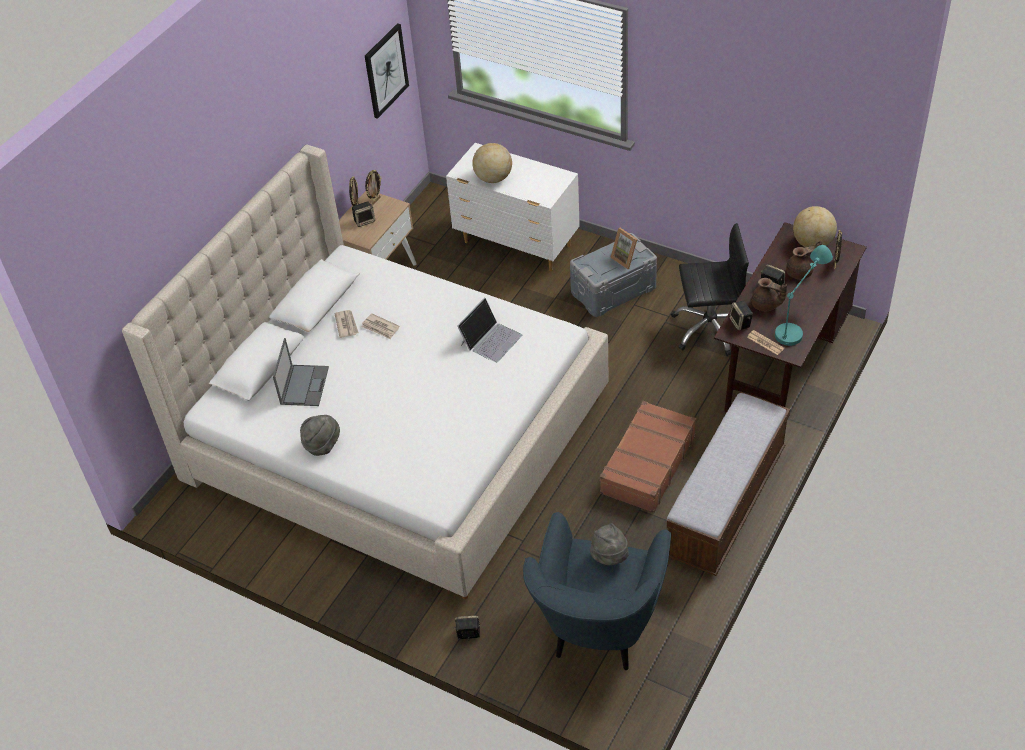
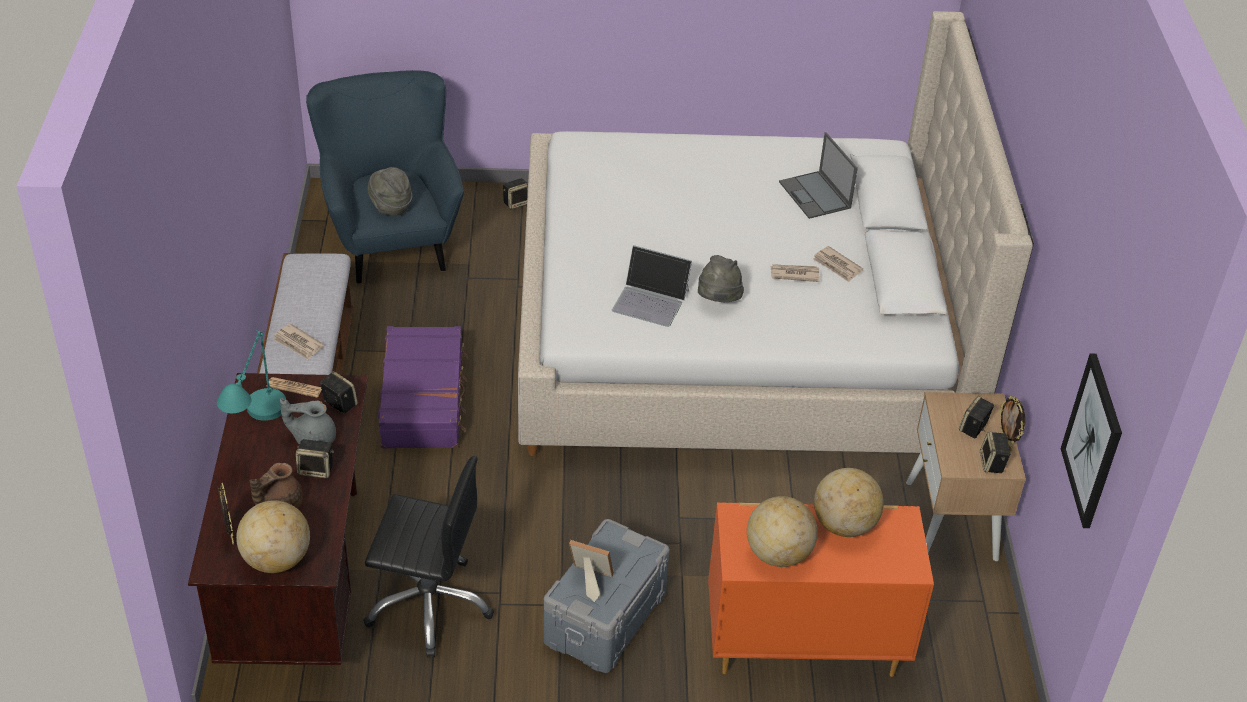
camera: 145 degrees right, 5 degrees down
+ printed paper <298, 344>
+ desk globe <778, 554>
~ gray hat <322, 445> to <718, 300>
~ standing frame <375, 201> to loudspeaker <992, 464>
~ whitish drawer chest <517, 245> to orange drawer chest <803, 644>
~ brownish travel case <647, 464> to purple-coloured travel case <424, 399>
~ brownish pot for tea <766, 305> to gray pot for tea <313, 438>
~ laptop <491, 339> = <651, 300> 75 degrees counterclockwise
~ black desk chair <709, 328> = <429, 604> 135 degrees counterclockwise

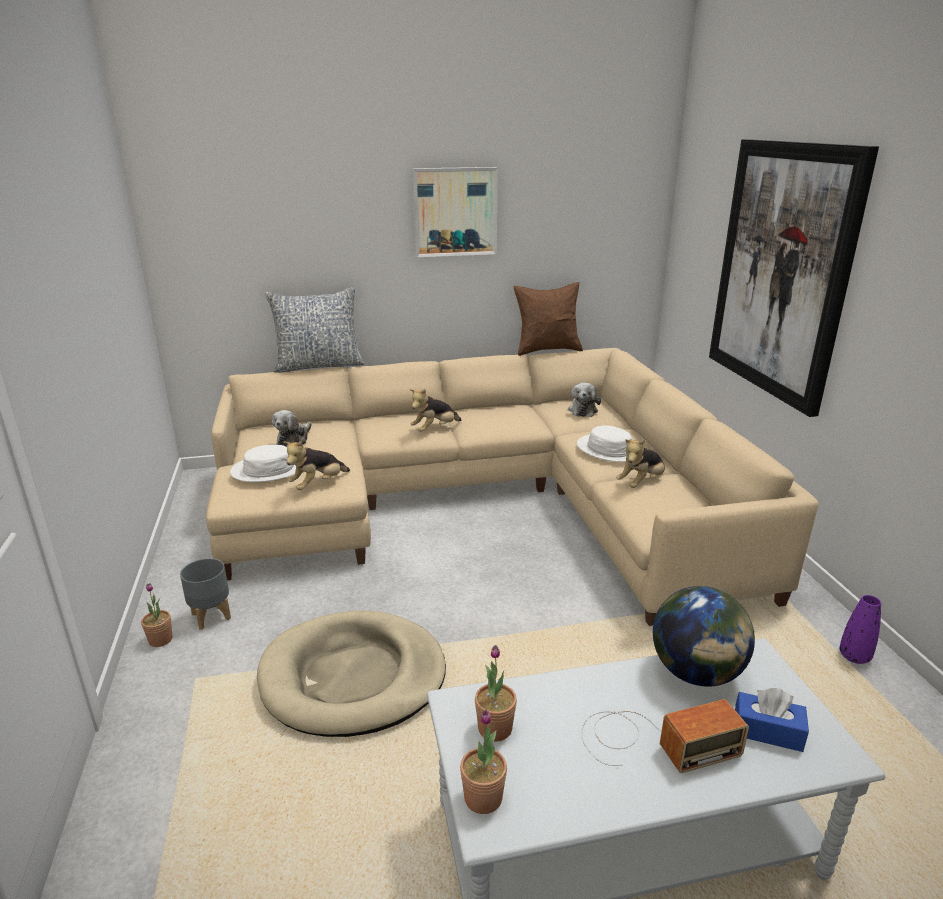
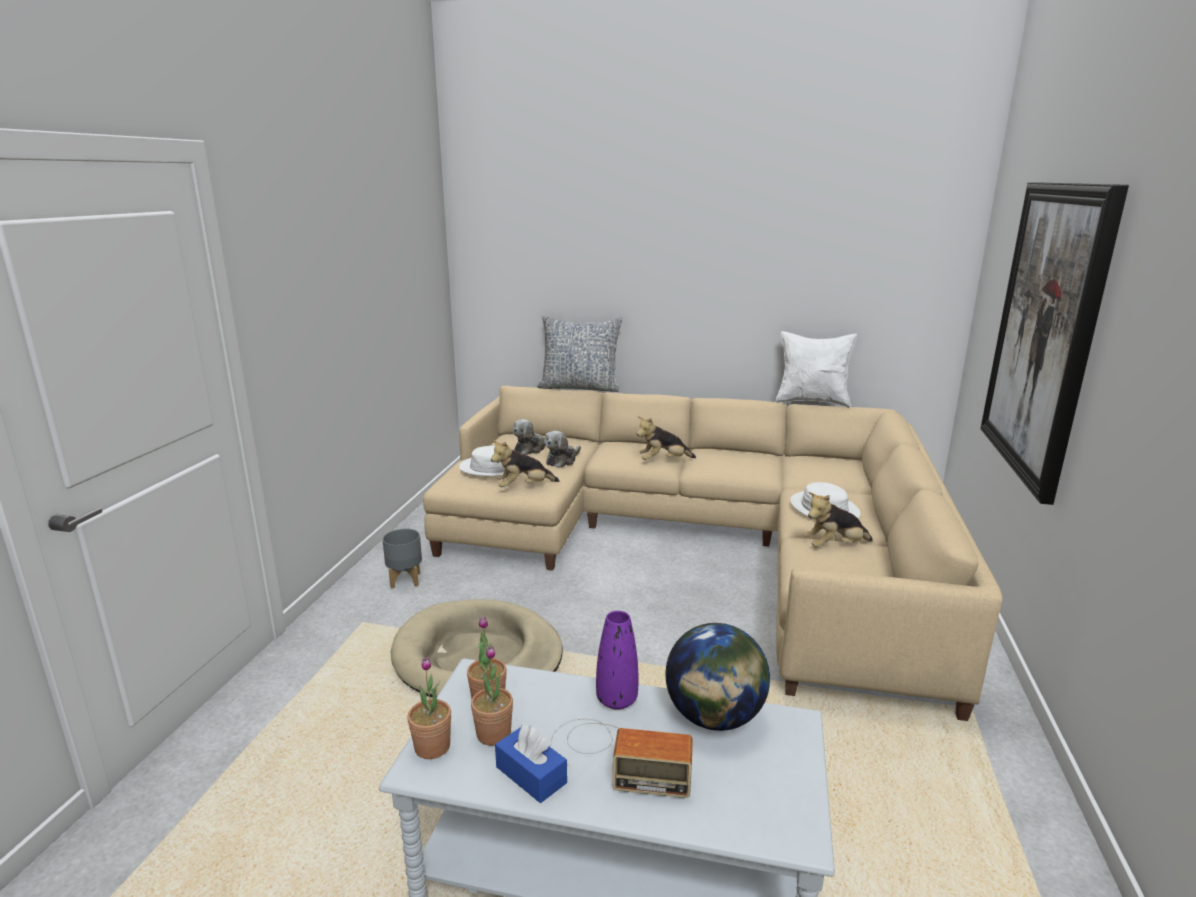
camera: 25 degrees right, 5 degrees down
- picture <455, 212>
~ plant in a pot <160, 640> to <493, 734>
~ cuddly toy <583, 410> to <562, 460>
~ blue box of tissues <767, 731> to <531, 775>
~ purple-coloured flower vase <854, 656> to <616, 700>
~ brownish pillow <547, 350> to whitish pillow <812, 402>

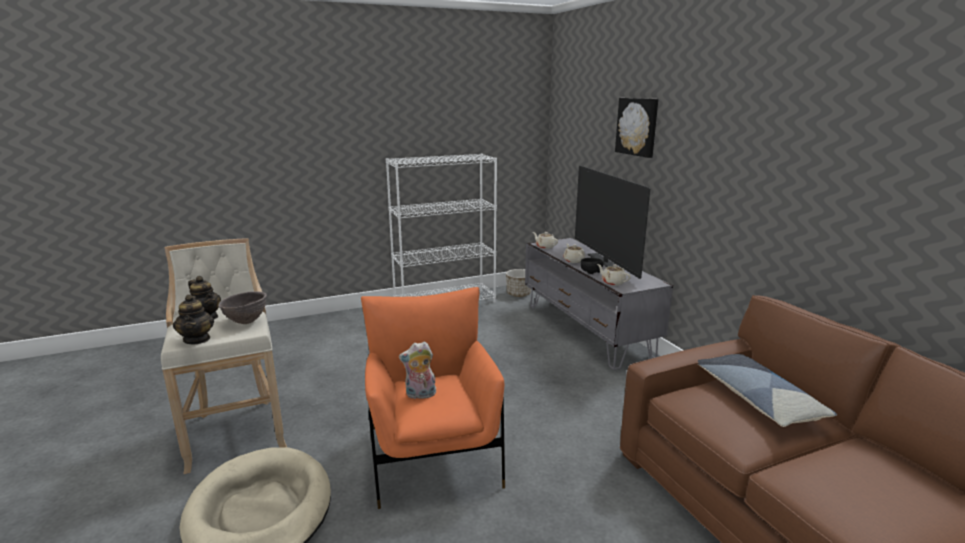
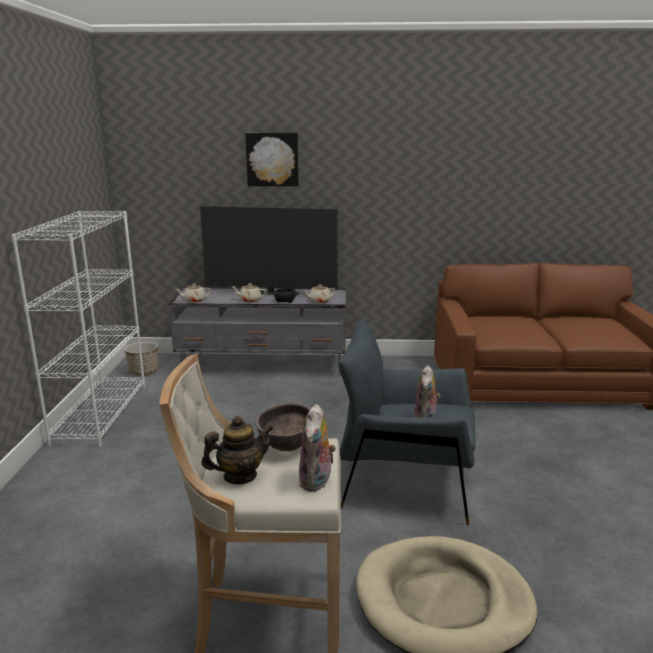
camera: 65 degrees left, 0 degrees up
- pillow <757, 398>
~ pot for tea <197, 339> to cuddly toy <317, 481>
~ orange armchair <433, 454> to gray armchair <405, 482>

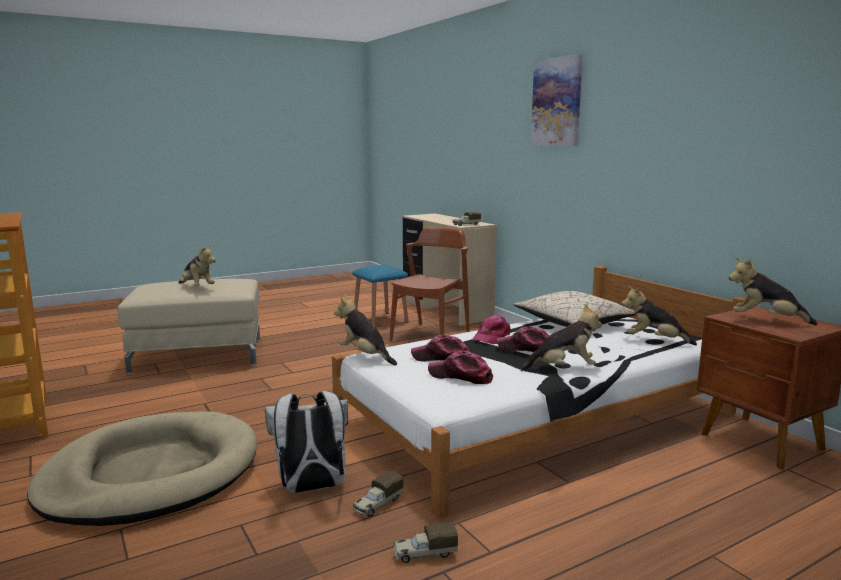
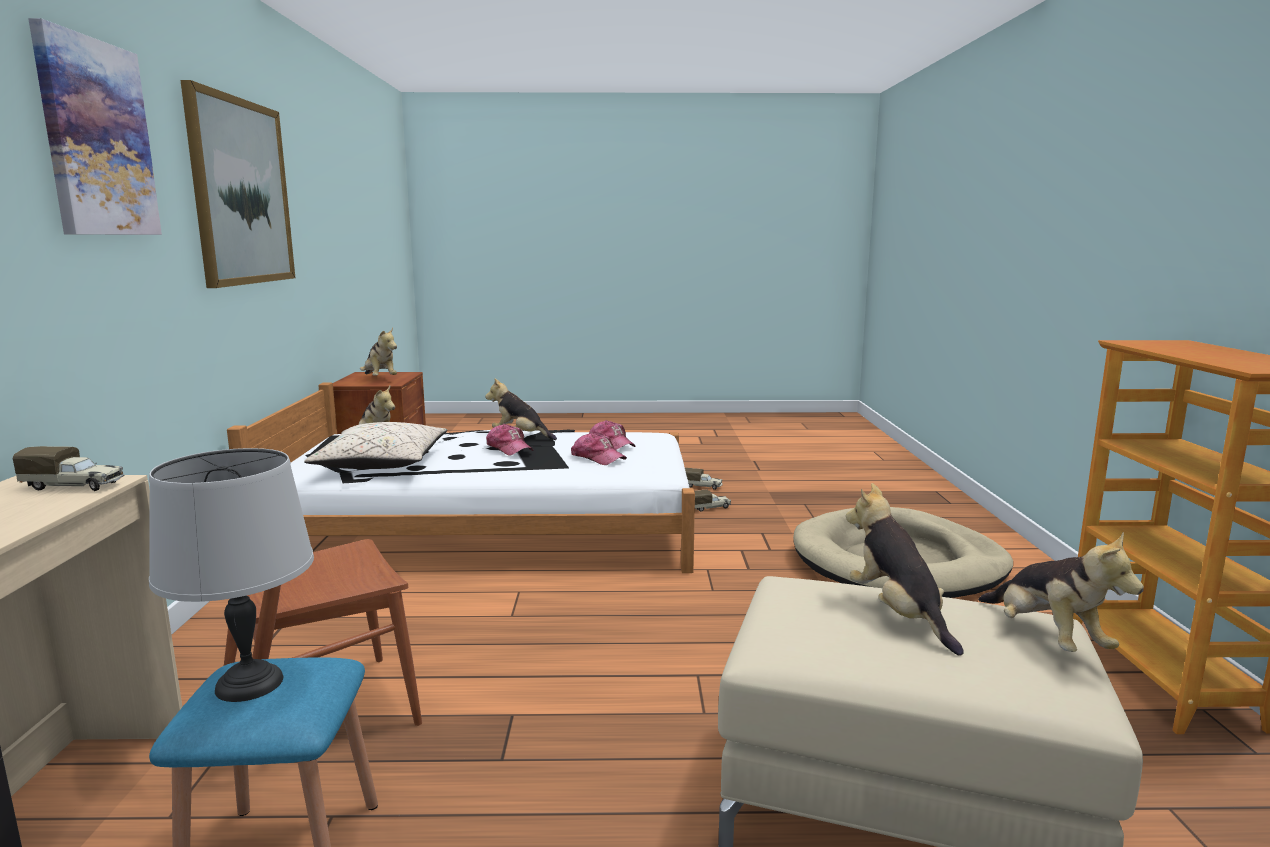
camera: 150 degrees left, 0 degrees up
- whitish backpack <311, 488>
- pink-coloured baseball cap <491, 337>
+ gray tabletop lamp <247, 684>
+ picture <241, 192>
~ cuddly toy <365, 356> to <1046, 638>

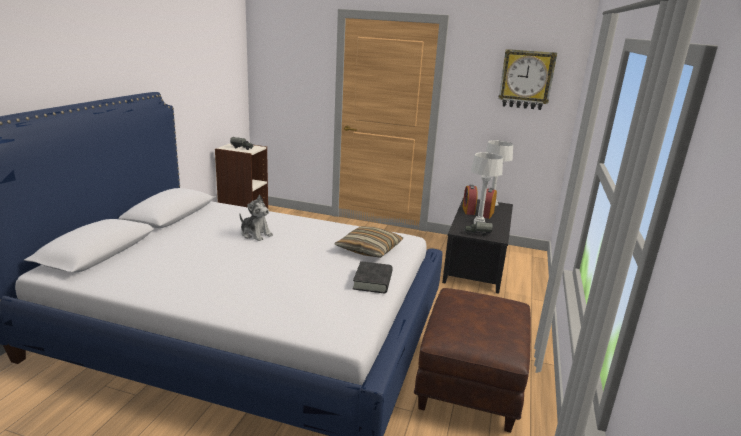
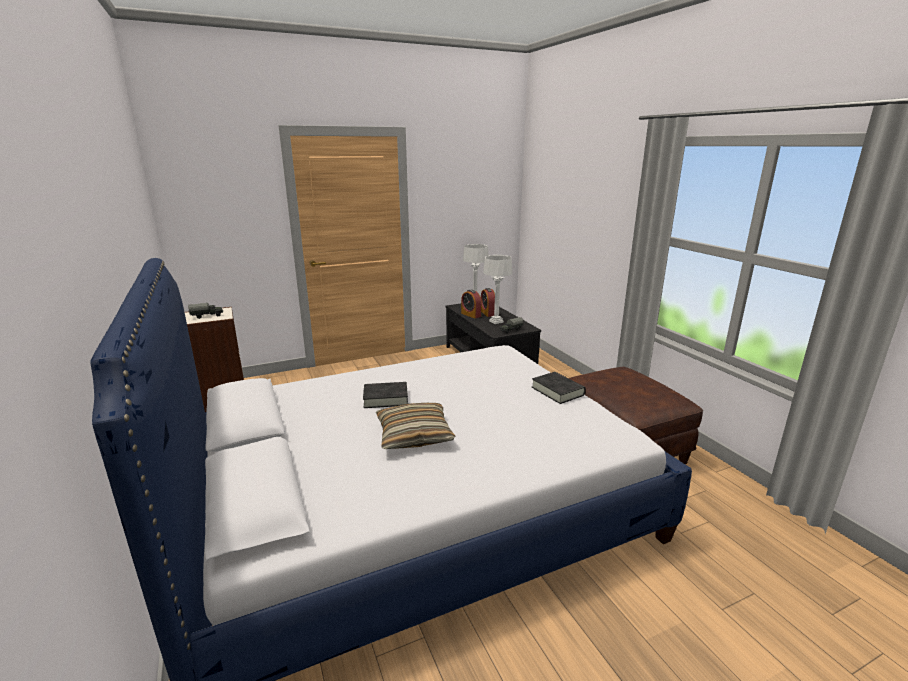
camera: 40 degrees left, 0 degrees up
- wall clock <526, 79>
~ pillow <369, 249> to <414, 435>
~ cuddly toy <255, 234> to black volume <385, 398>

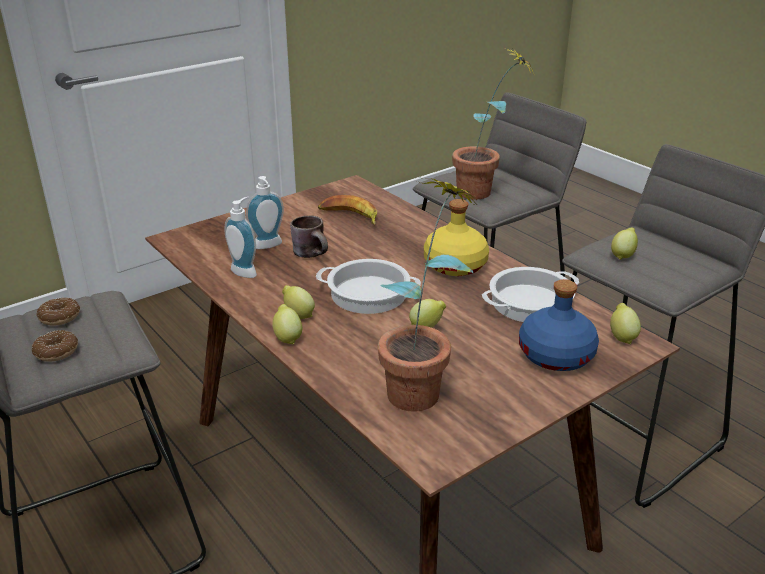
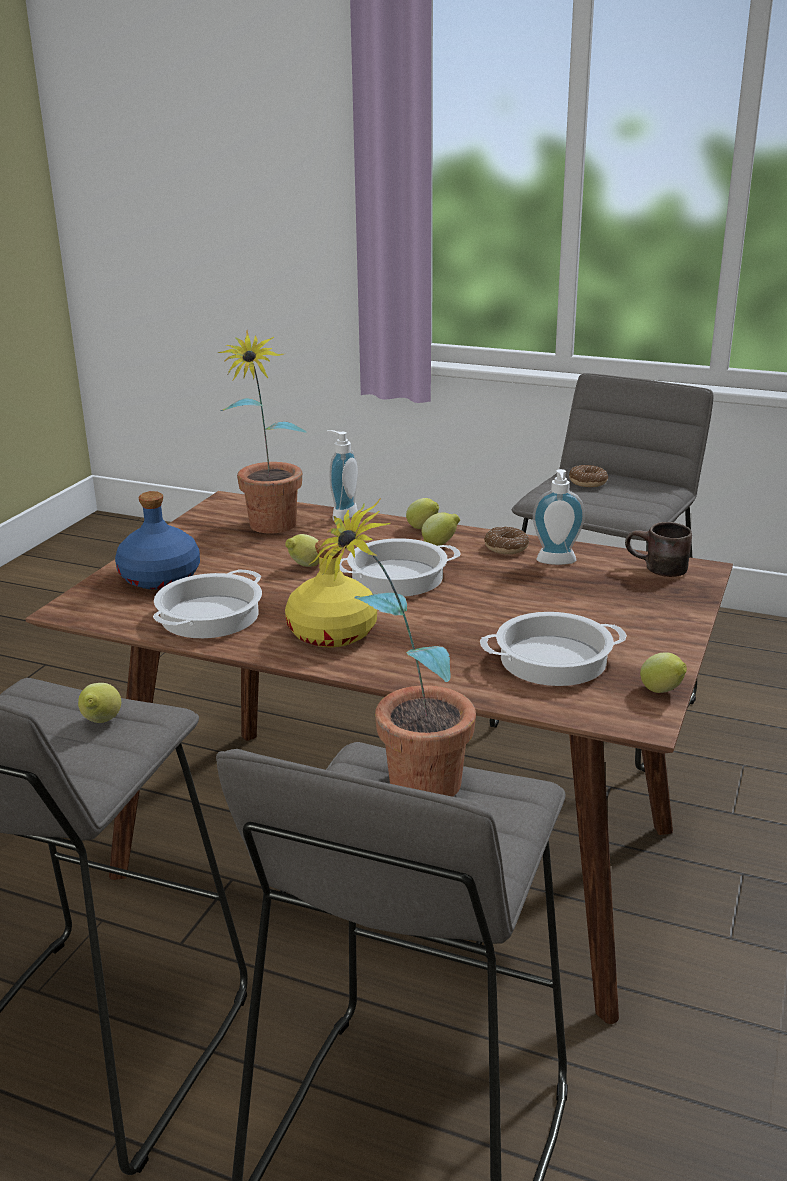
camera: 150 degrees right, 5 degrees down
~ doughnut <60, 317> to <506, 547>
~ soap bottle <269, 246> to <341, 514>
~ brownish mug <314, 253> to <656, 570>
~ citrus fruit <622, 337> to <662, 692>
~ banana <349, 216> to stockpot <553, 659>

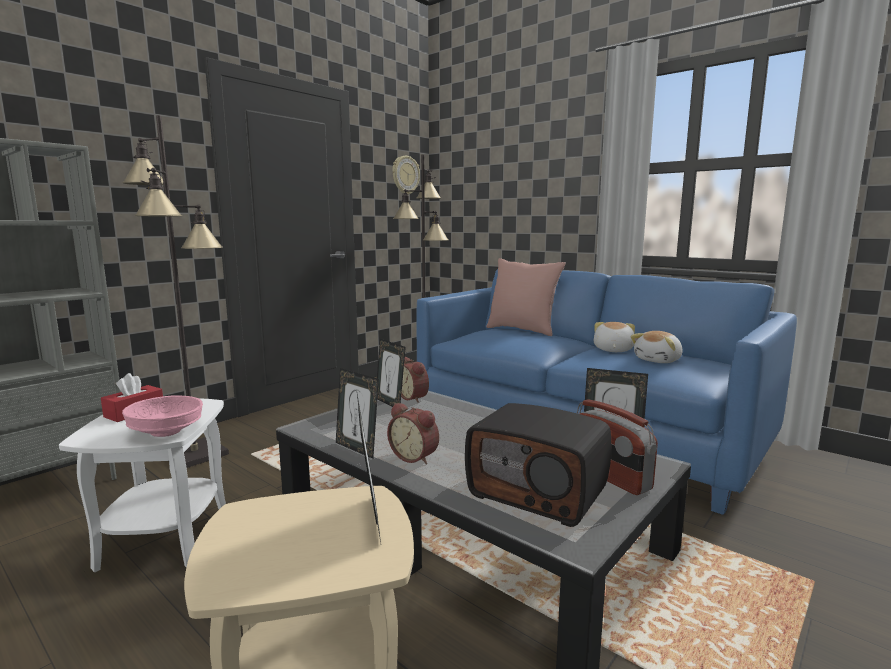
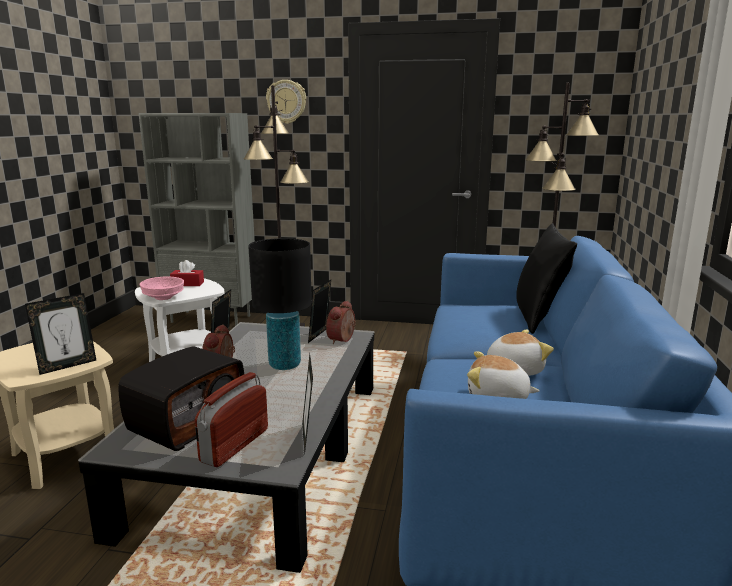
camera: 60 degrees right, 5 degrees up
+ black tabletop lamp <284, 365>
~ wall clock <405, 175> to <286, 102>
~ pink-coloured pillow <522, 330> to black pillow <539, 318>
~ radio <538, 492> = <187, 421> 150 degrees counterclockwise

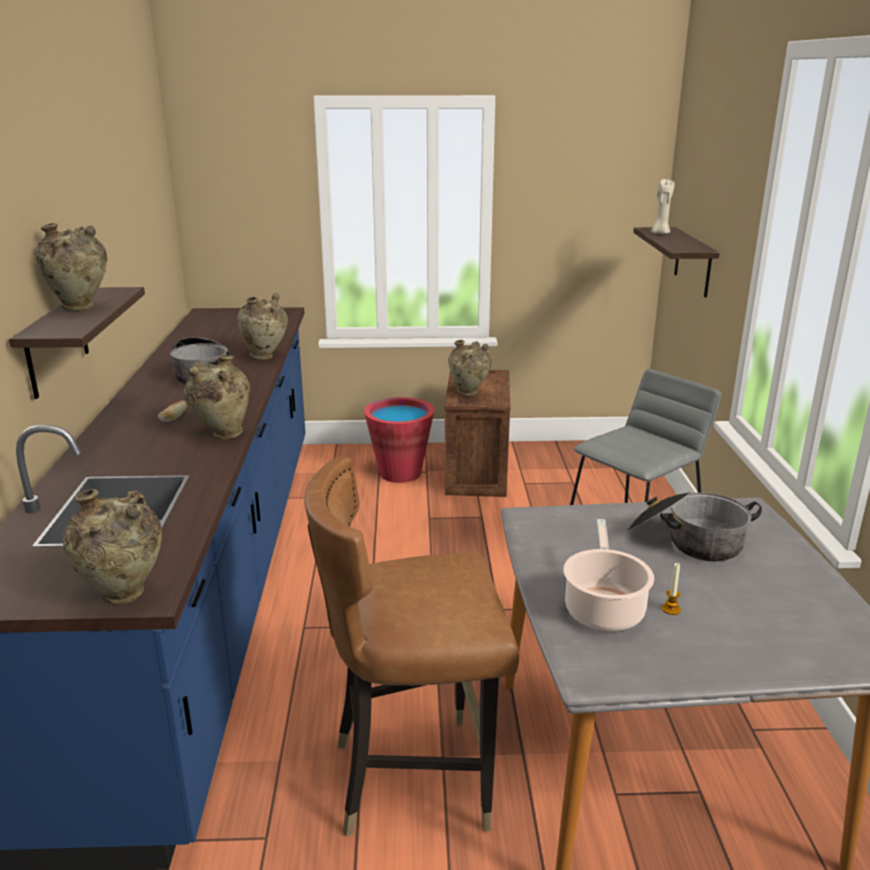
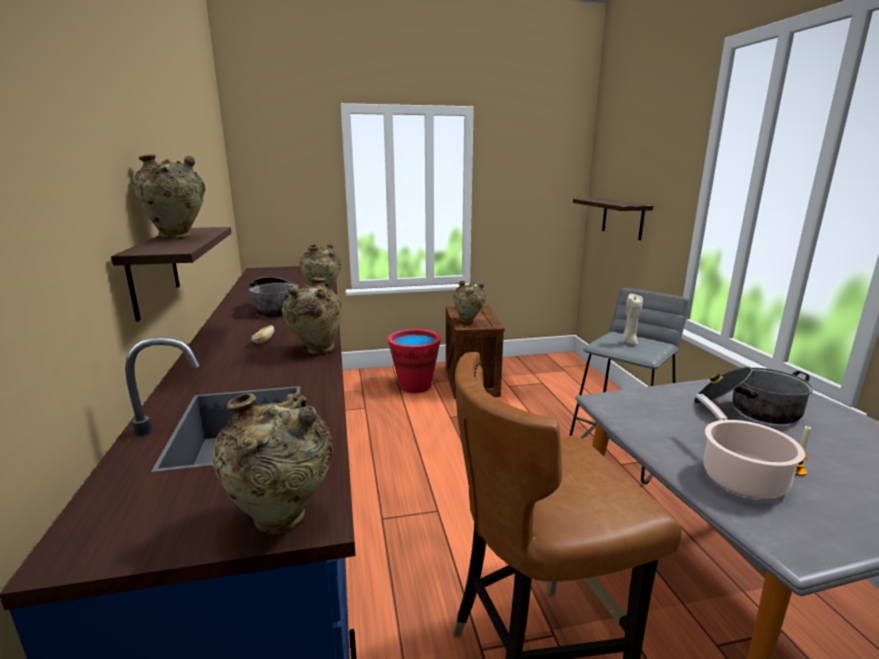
camera: 10 degrees left, 5 degrees down
~ sand-coloured wax light <660, 233> to <628, 343>

